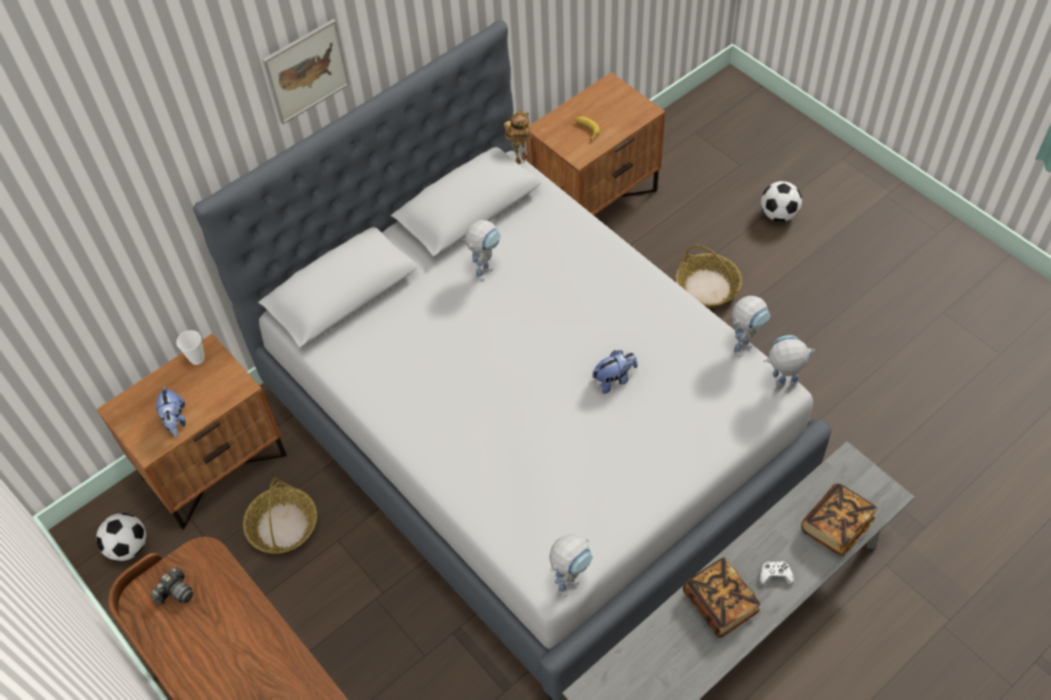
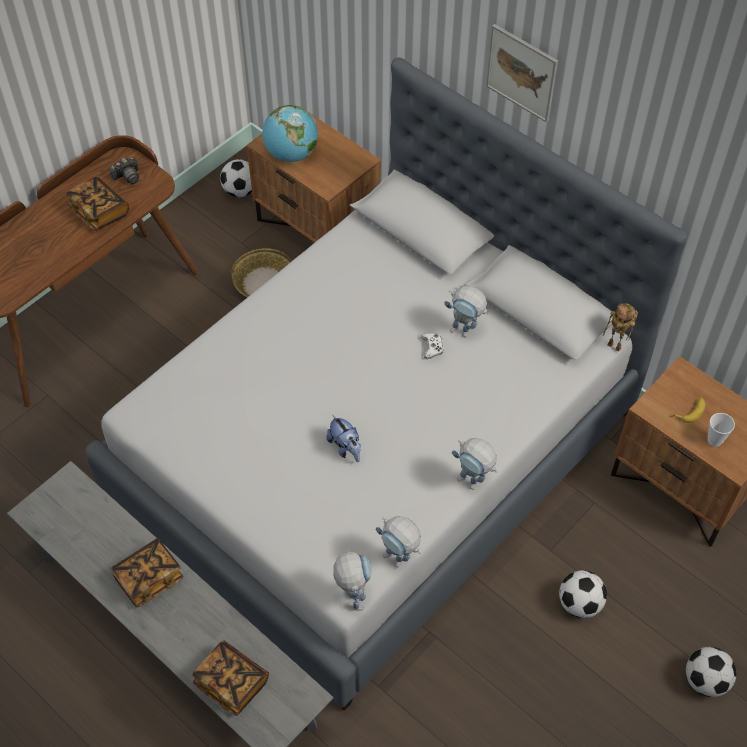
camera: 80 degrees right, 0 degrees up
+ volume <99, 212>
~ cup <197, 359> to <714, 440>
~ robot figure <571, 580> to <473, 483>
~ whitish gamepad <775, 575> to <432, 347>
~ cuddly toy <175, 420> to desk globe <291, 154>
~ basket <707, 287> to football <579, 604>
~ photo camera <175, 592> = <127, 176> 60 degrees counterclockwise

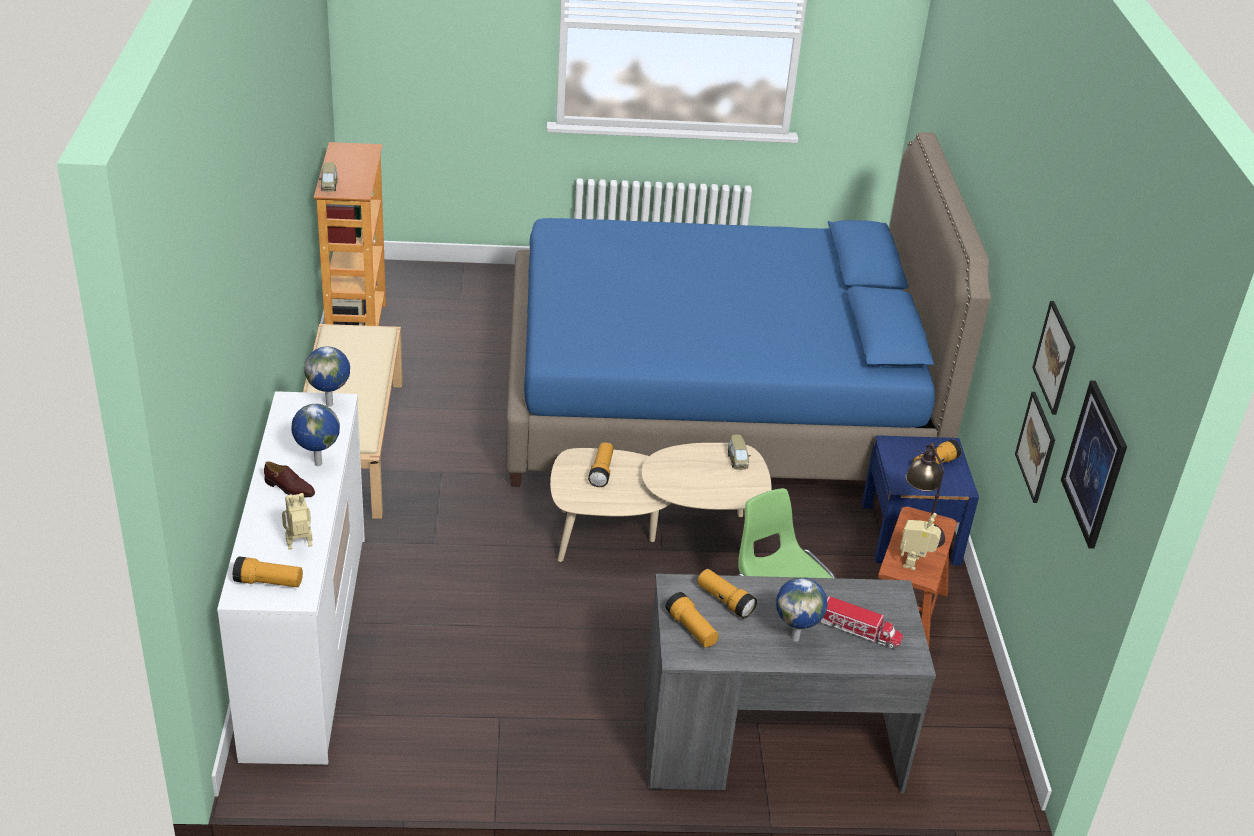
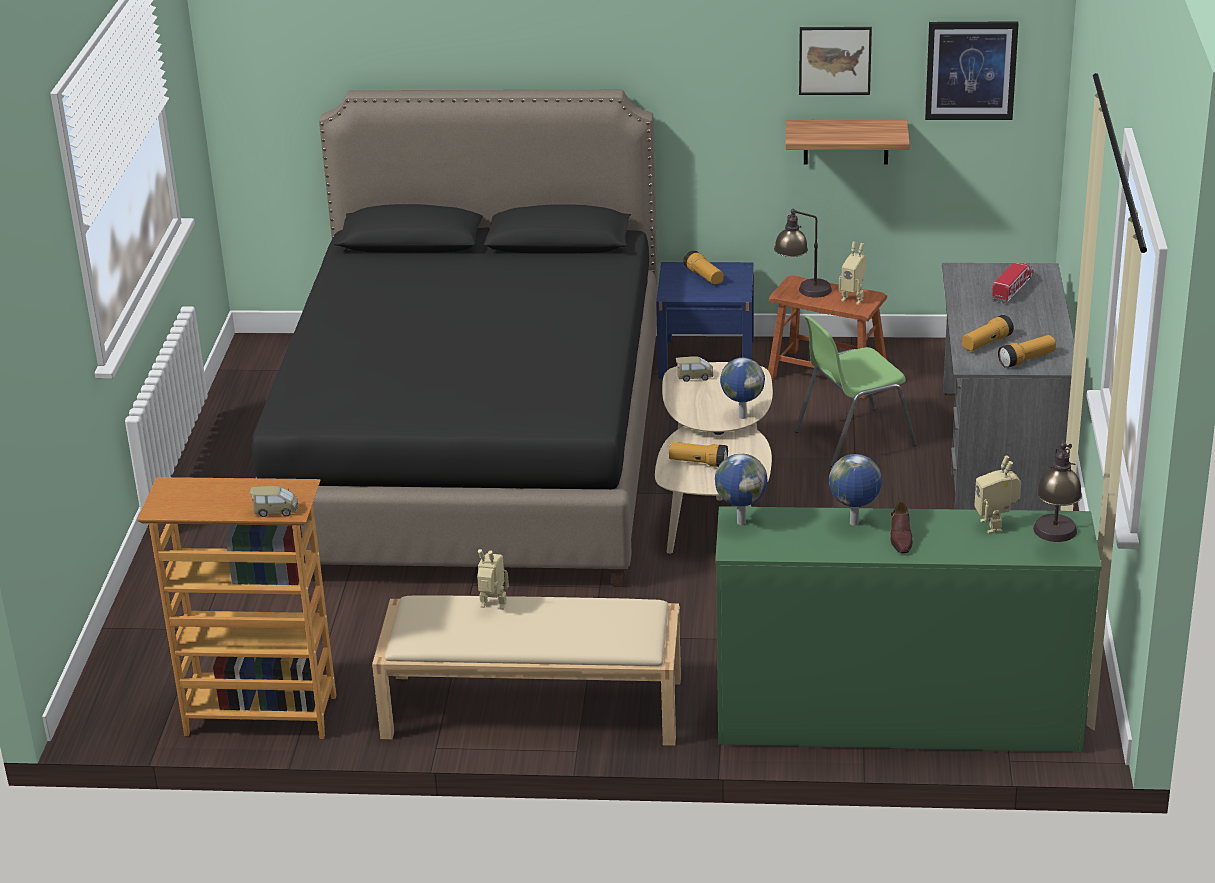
camera: 80 degrees left, 5 degrees down
+ robot figure <492, 607>
~ desk globe <796, 638> to <742, 416>
~ flashlight <268, 582> to tabletop lamp <1055, 539>
~ picture <1036, 447> to bracket shelf <846, 141>
~ whitish drawer chest <307, 642> to green-coloured drawer chest <896, 719>
~ blue bedroom bed <714, 402> to black bedroom bed <473, 450>
~ brownish low shoe <289, 488> = <900, 538> 150 degrees clockwise

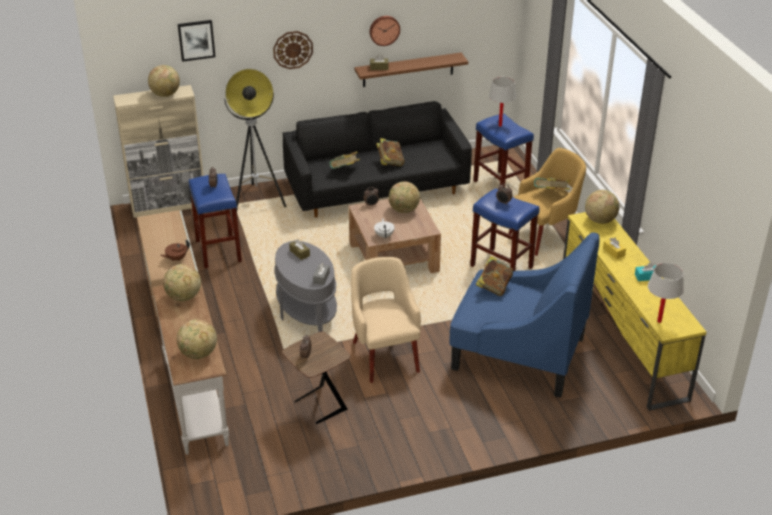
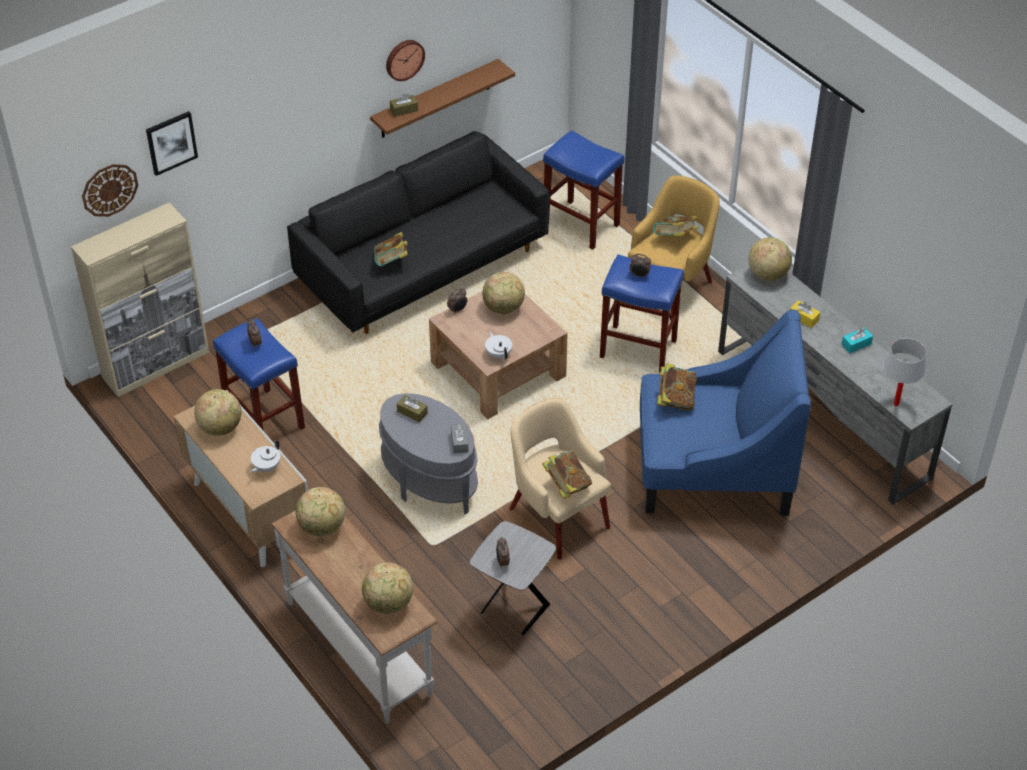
camera: 20 degrees left, 10 degrees up
- floor lamp <257, 201>
- whitish tabletop lamp <500, 125>
~ desk globe <165, 94> to <220, 427>
~ wall clock <293, 49> to <109, 189>
~ volume <390, 162> to <566, 485>
~ brownish pot for tea <176, 258> to whitish pot for tea <266, 467>
~ brownish side table <319, 406> to gray side table <513, 610>
~ yellow-coloured tv unit <621, 338> to gray tv unit <822, 414>

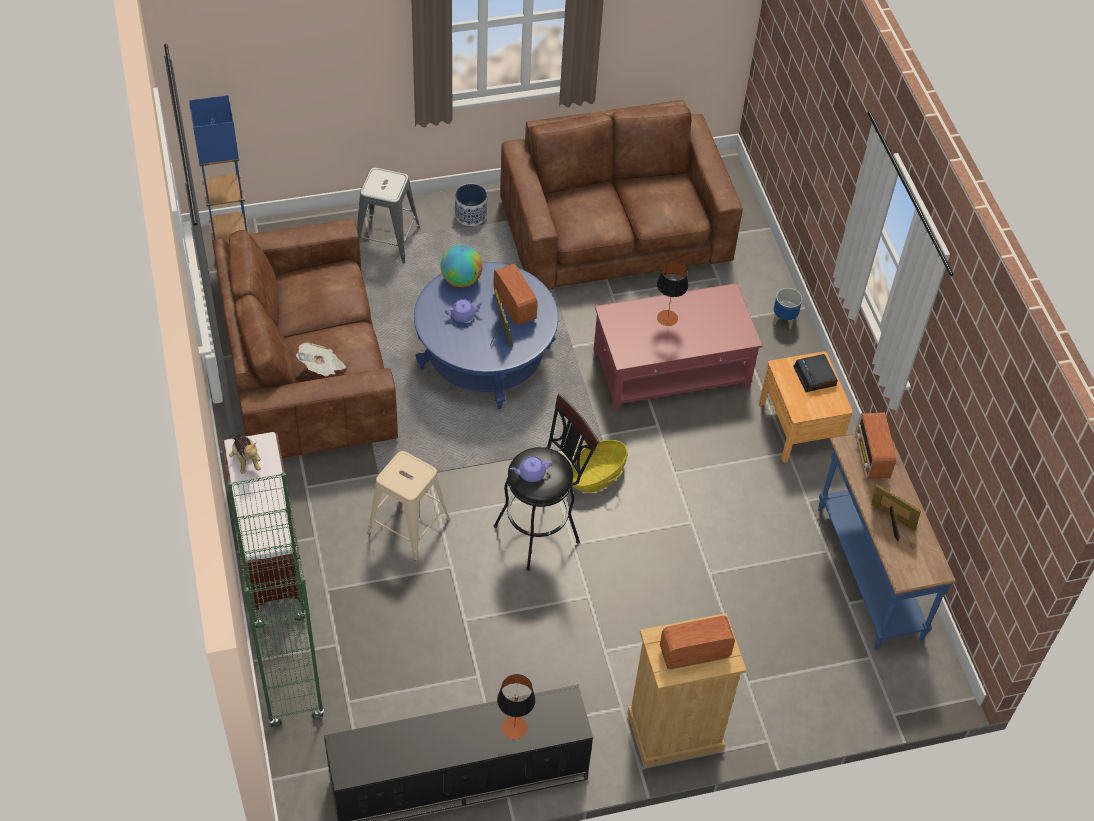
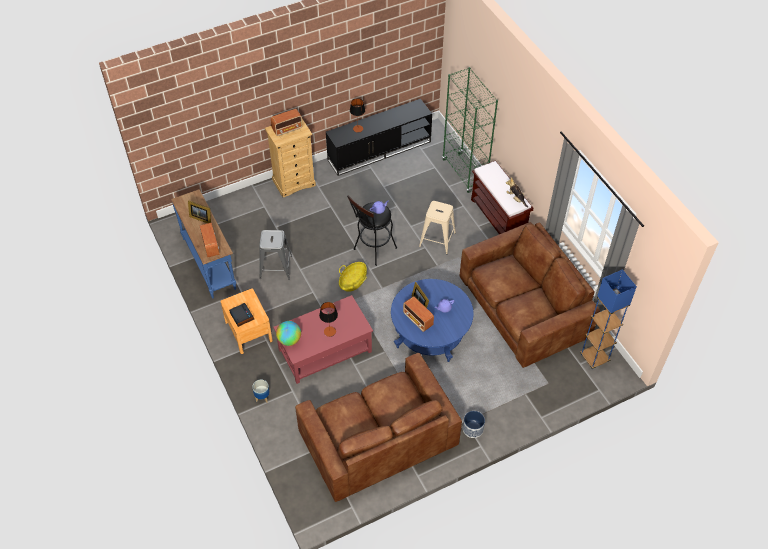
camera: 170 degrees right, 0 degrees up
- printed paper <321, 367>
~ gray stool seat <387, 240> to <275, 267>
~ desk globe <461, 280> to <289, 340>

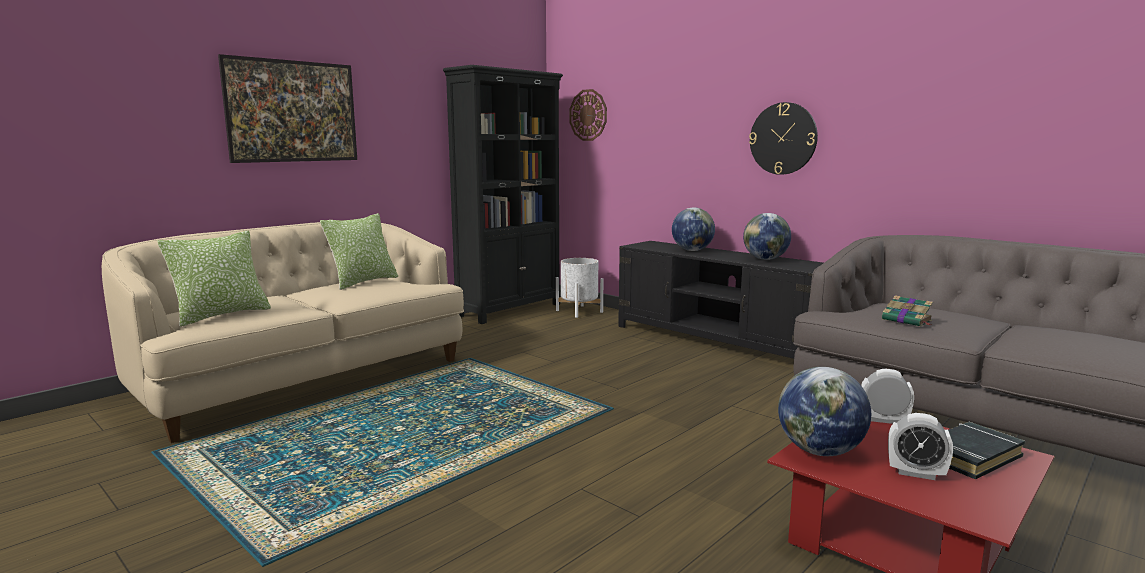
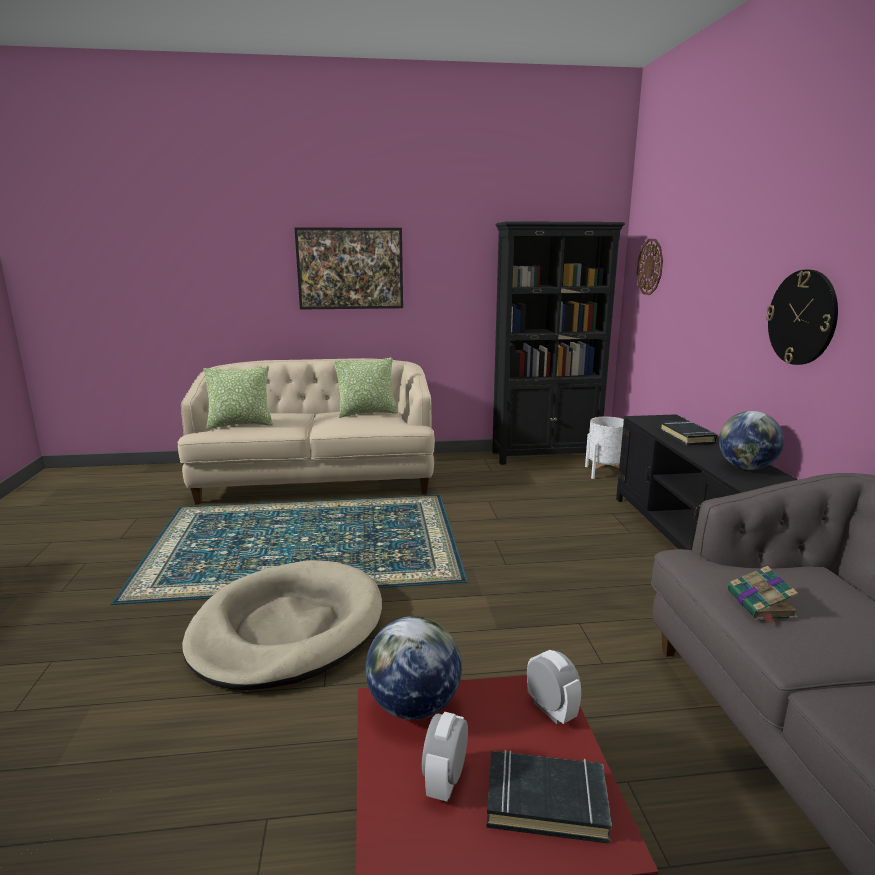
camera: 40 degrees right, 5 degrees up
+ sand-coloured dog cushion <287, 629>
~ desk globe <692, 250> to black volume <687, 437>
~ alarm clock <916, 473> = <445, 781> 45 degrees clockwise

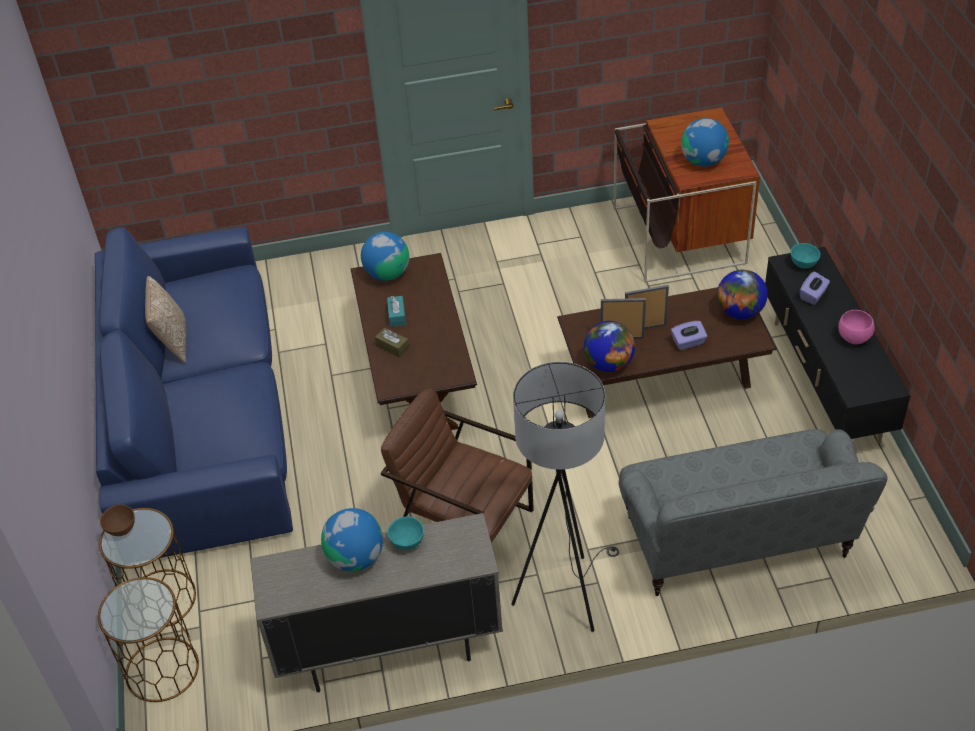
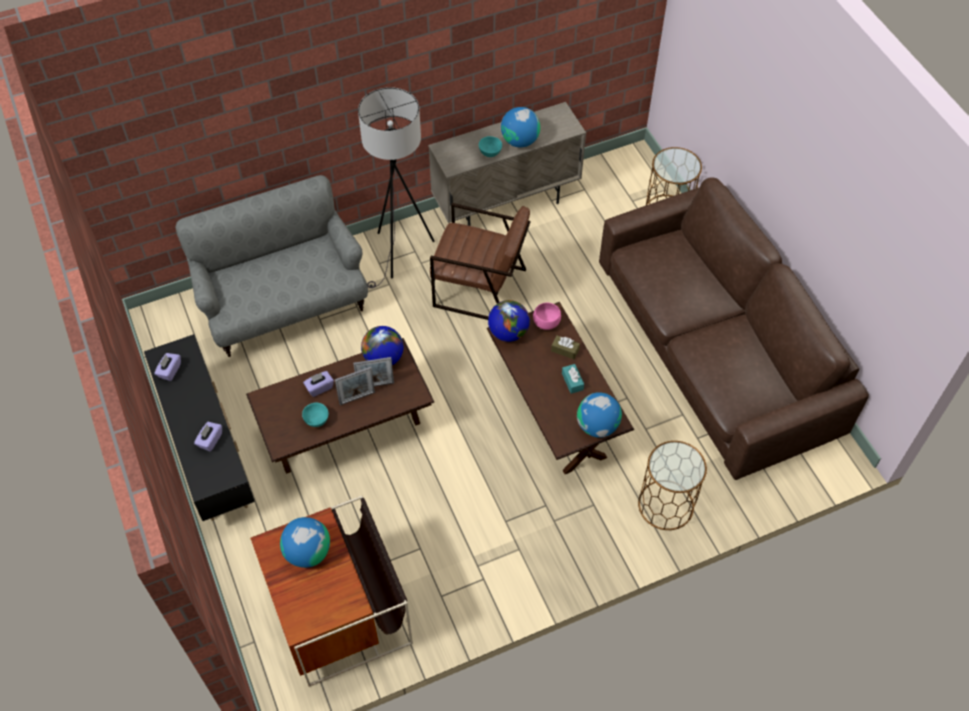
camera: 165 degrees right, 10 degrees up
- brownish deep dish <121, 528>
- pillow <172, 341>
+ purple-coloured box of tissues <169, 371>
~ brownish side table <162, 669> to <665, 505>
~ desk globe <740, 312> to <508, 332>
~ turquoise deep dish <803, 264> to <317, 421>
~ pink-coloured deep dish <853, 338> to <546, 323>
~ blue sofa <201, 415> to brownish sofa <715, 346>

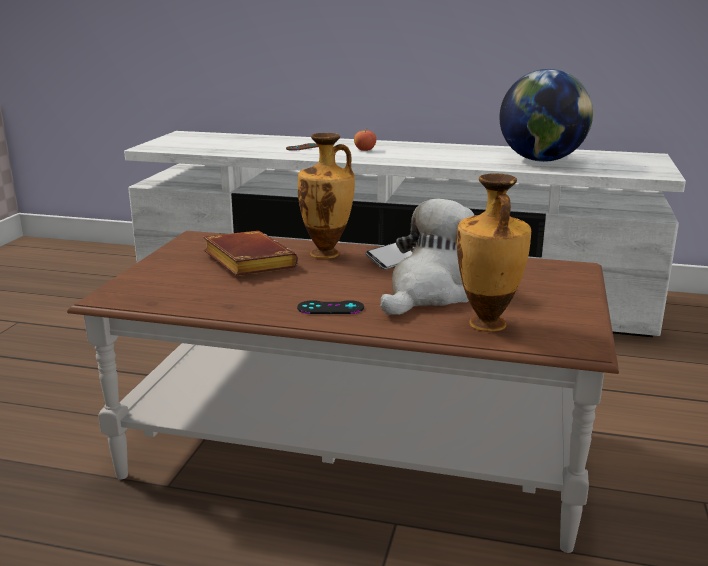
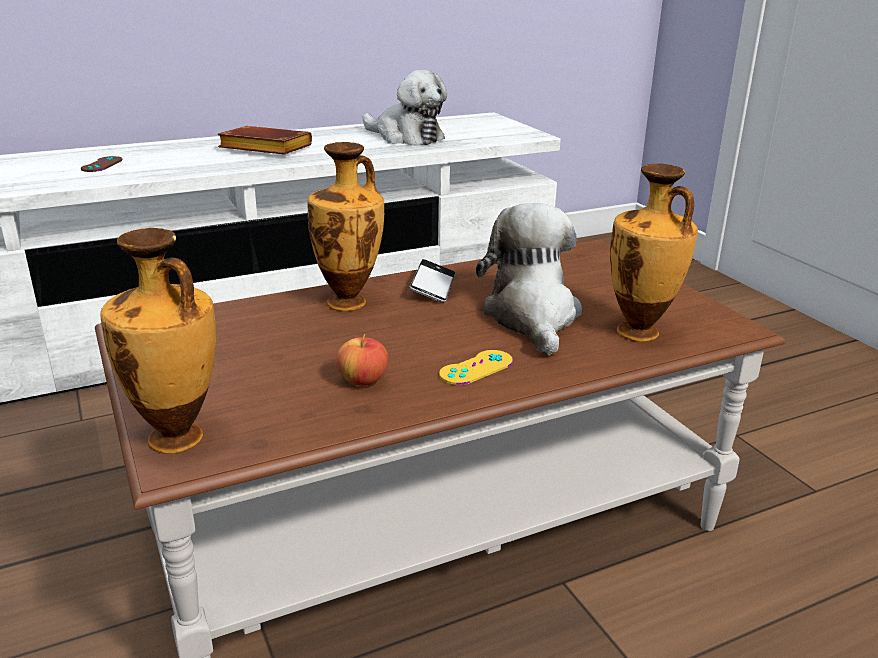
camera: 40 degrees left, 5 degrees up
+ flower vase <177, 440>
~ brownish volume <245, 261> to <262, 149>
~ apple fruit <365, 149> to <362, 380>
~ desk globe <541, 160> to cuddly toy <406, 137>
~ black gamepad <330, 308> to yellow-coloured gamepad <476, 368>

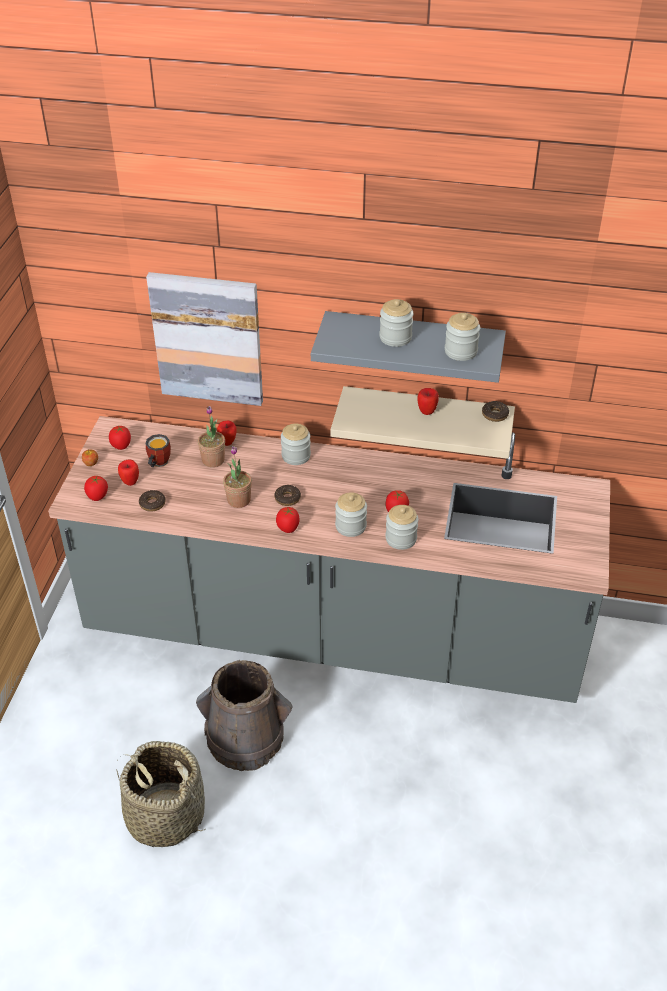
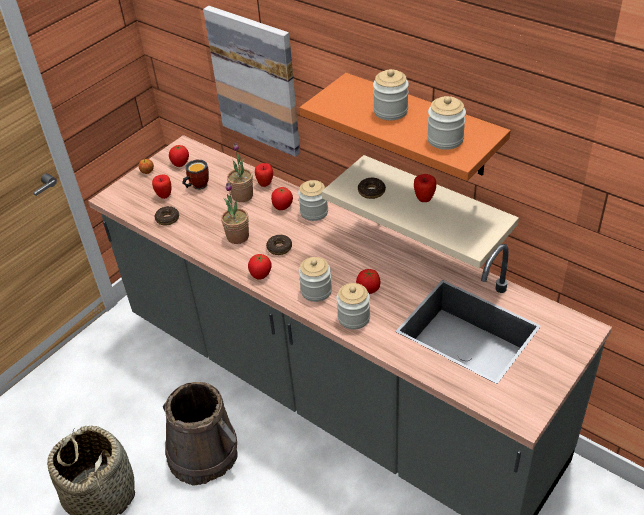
camera: 30 degrees right, 0 degrees up
~ whole tomato <97, 496> to <282, 206>
~ doughnut <495, 415> to <371, 191>
~ gray bracket shelf <413, 344> to orange bracket shelf <422, 125>

